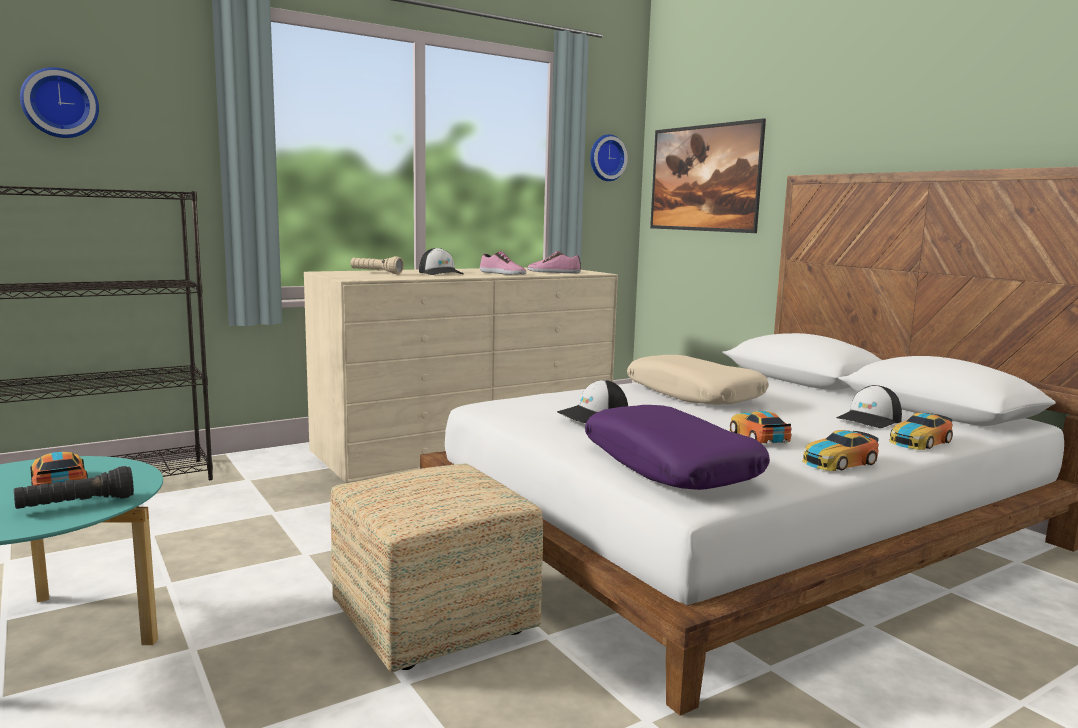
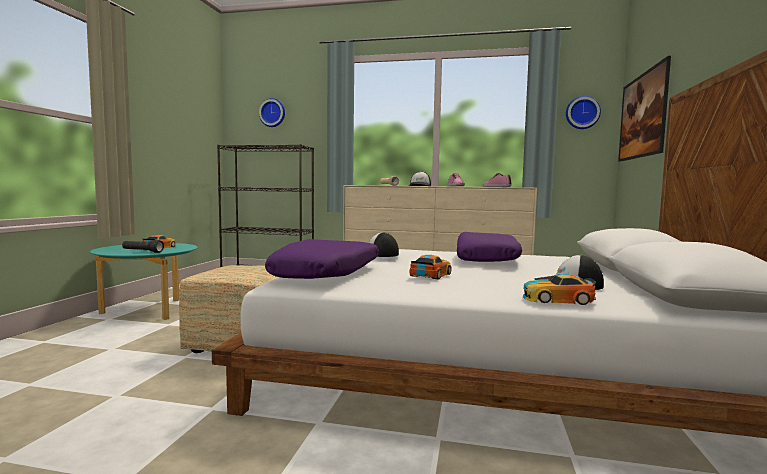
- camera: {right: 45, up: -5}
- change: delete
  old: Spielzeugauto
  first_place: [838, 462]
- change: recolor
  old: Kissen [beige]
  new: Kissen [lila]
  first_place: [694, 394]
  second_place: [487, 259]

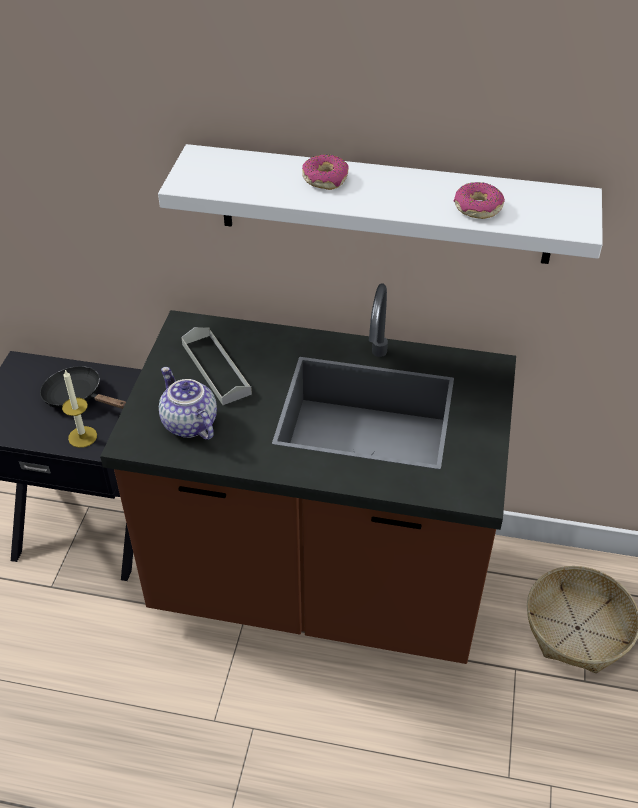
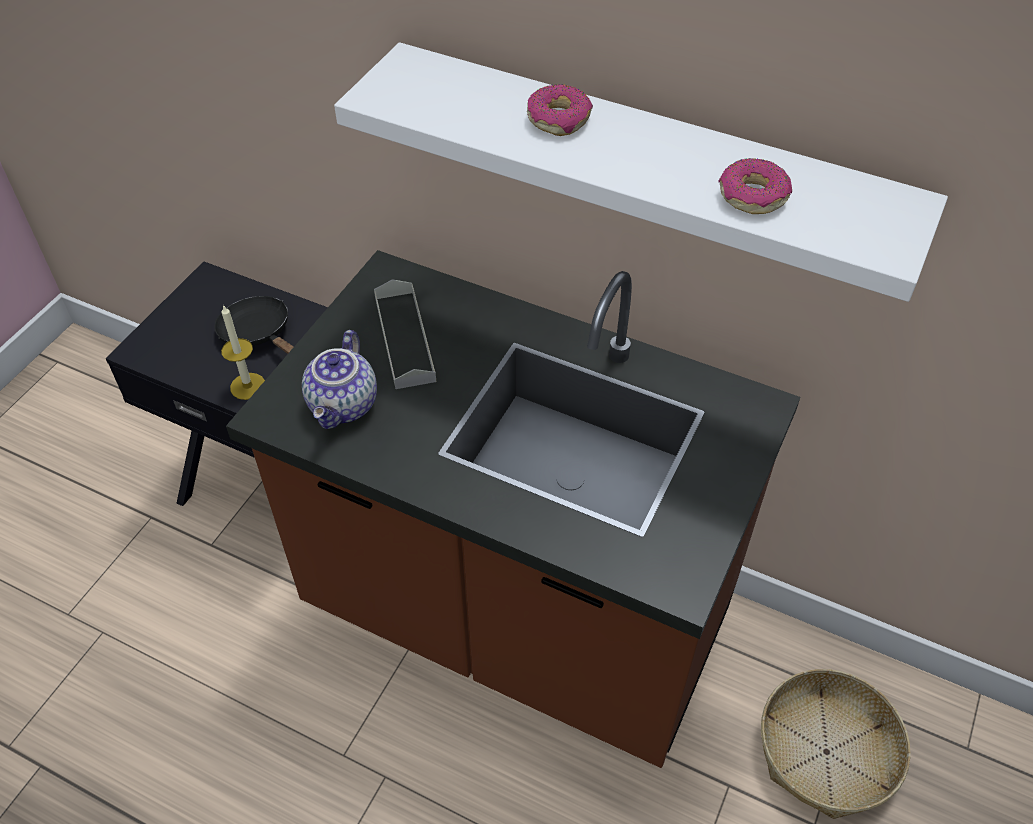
- camera: {right: 15, up: 5}
- change: rotate
  old: Teekanne
  first_place: [188, 424]
  second_place: [344, 406]
  degrees: -150

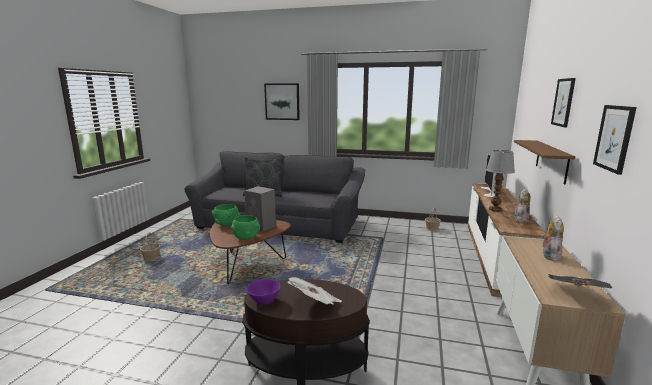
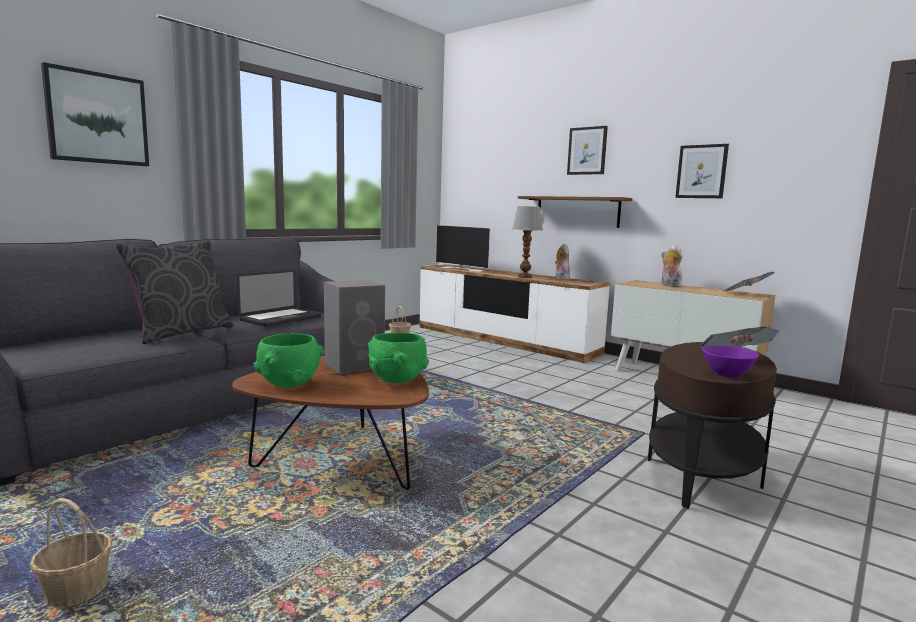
- camera: {right: -65, up: -5}
- change: insert
  new: Laptop
  second_place: [281, 318]

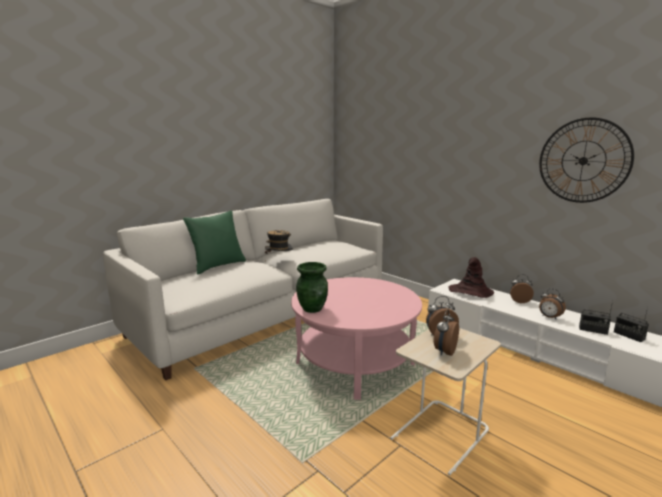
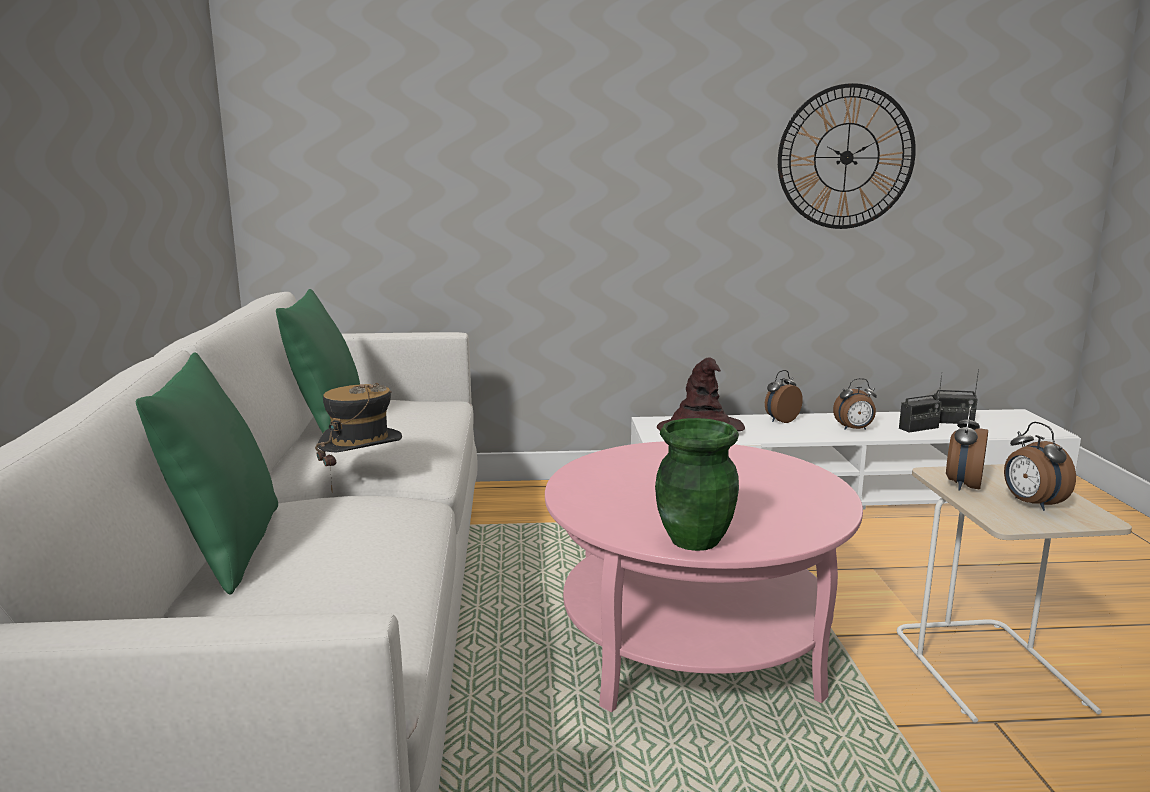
- camera: {right: -50, up: 0}
- change: insert
  new: Kissen [grün]
  second_place: [327, 421]

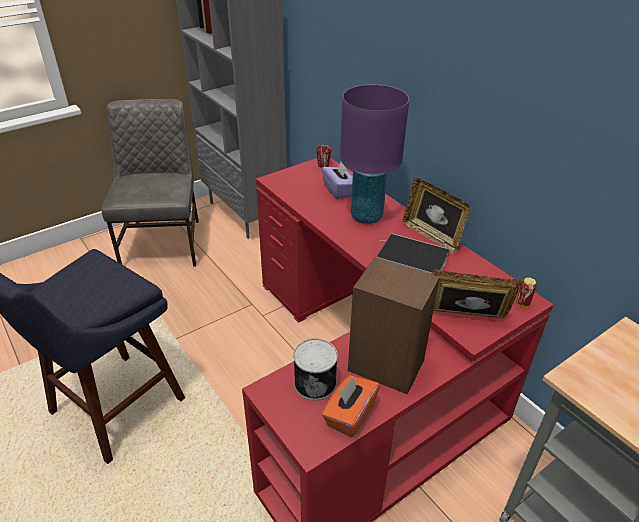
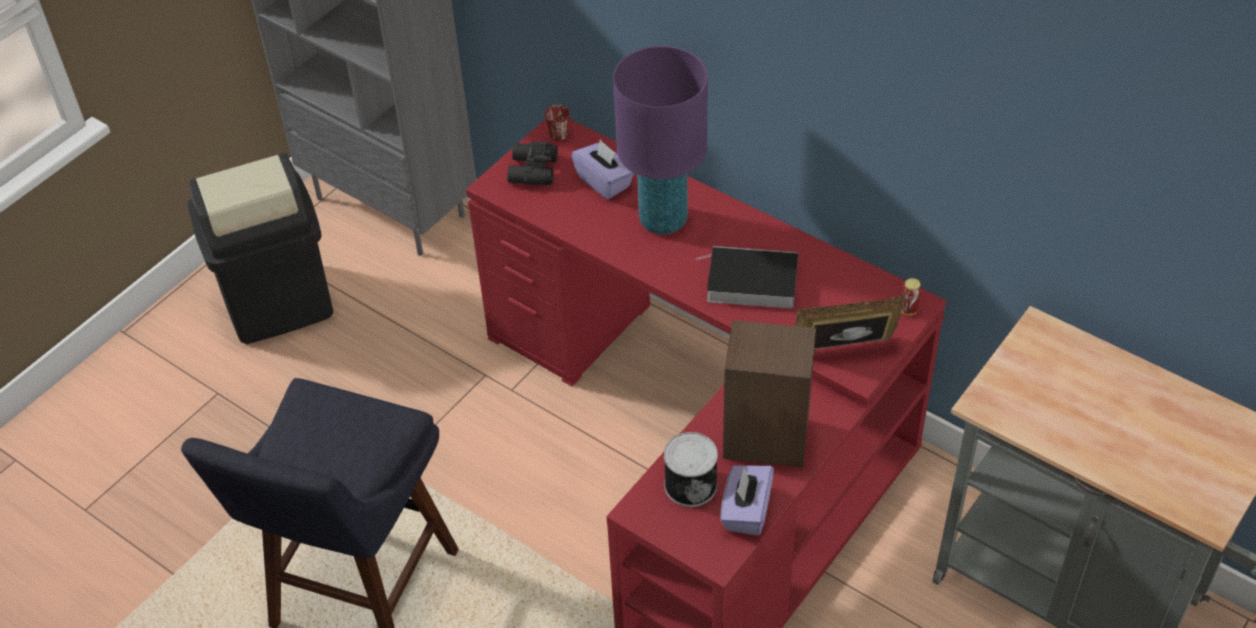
- camera: {right: -15, up: 10}
- change: delete
  old: Bilderrahmen
  first_place: [432, 236]
- change: insert
  new: Fernglas [schwarz]
  second_place: [531, 171]
- change: replace
  old: Stuhl [grau]
  new: Mülleimer [schwarz]
  first_place: [164, 242]
  second_place: [278, 301]
- change: recolor
  old: Taschentuchbox [orange]
  new: Taschentuchbox [lila]
  first_place: [349, 415]
  second_place: [746, 511]

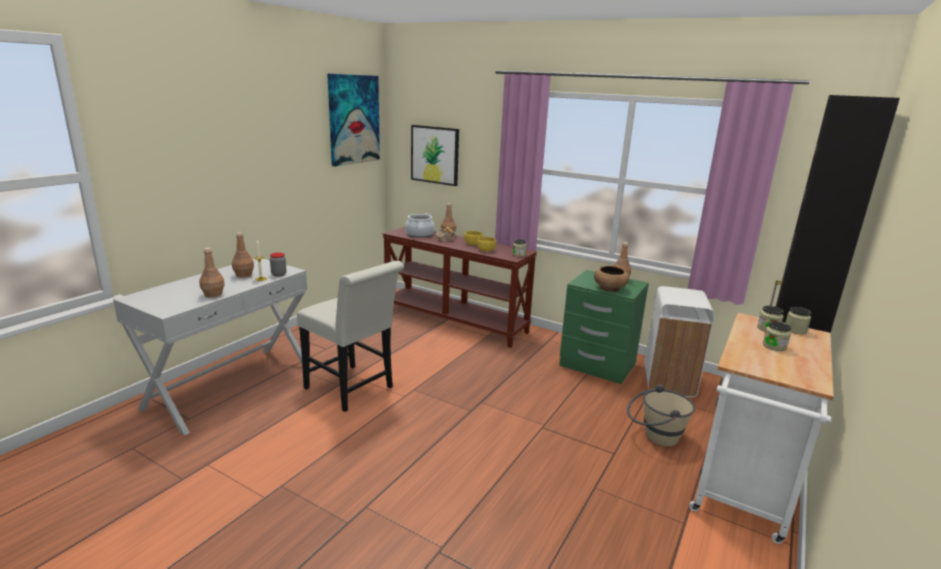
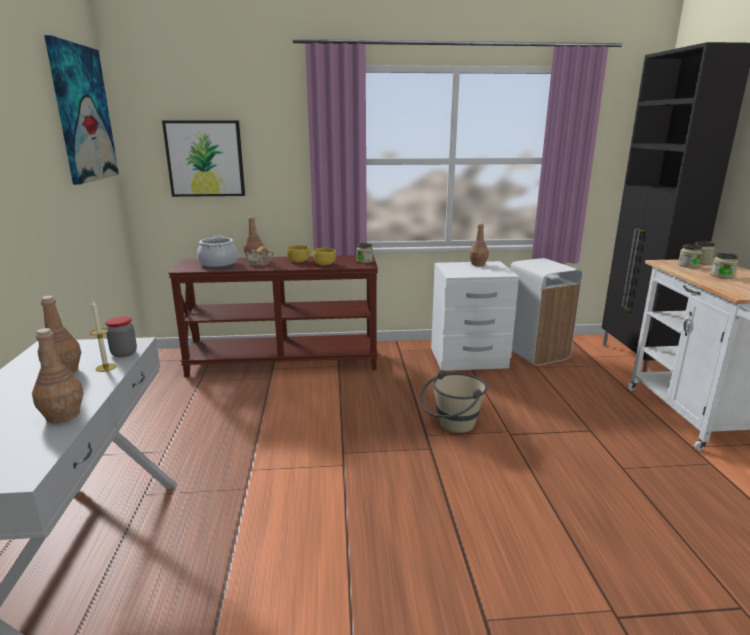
- camera: {right: -35, up: 0}
- change: delete
  old: Stuhl [weiß]
  first_place: [353, 390]
- change: delete
  old: Schüssel [braun]
  first_place: [610, 288]
- change: move
  old: Eimer [beige]
  first_place: [654, 436]
  second_place: [451, 426]
- change: recolor
  old: Nachttisch [grün]
  new: Nachttisch [weiß]
  first_place: [597, 365]
  second_place: [469, 359]

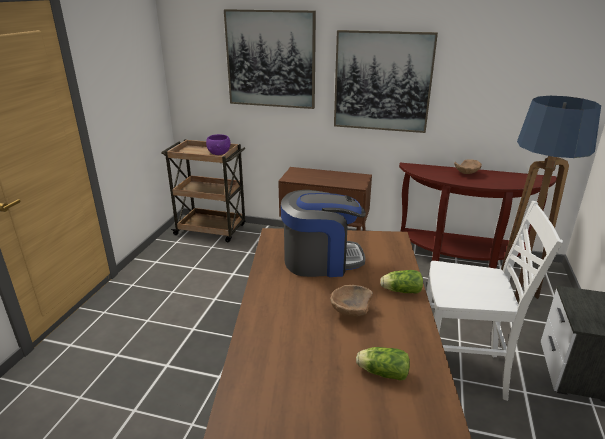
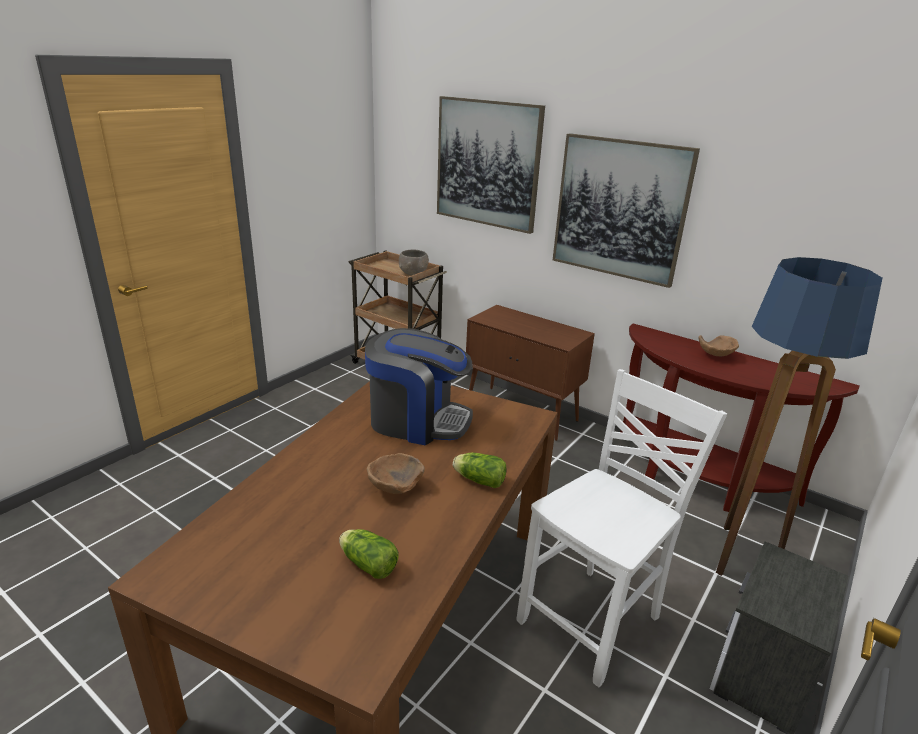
- camera: {right: 20, up: 0}
- change: recolor
  old: Schüssel [lila]
  new: Schüssel [grau]
  first_place: [219, 153]
  second_place: [413, 273]
- change: rotate
  old: Stuhl [weiß]
  first_place: [462, 371]
  second_place: [593, 620]
  degrees: -75

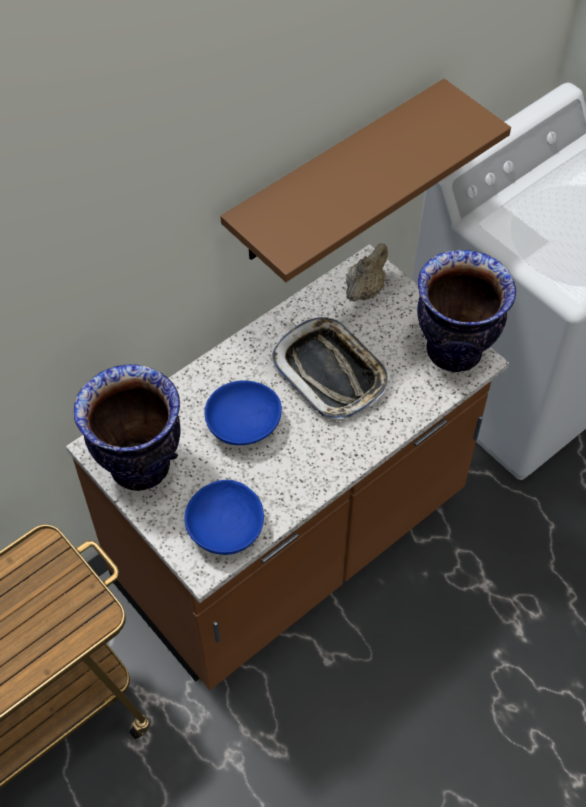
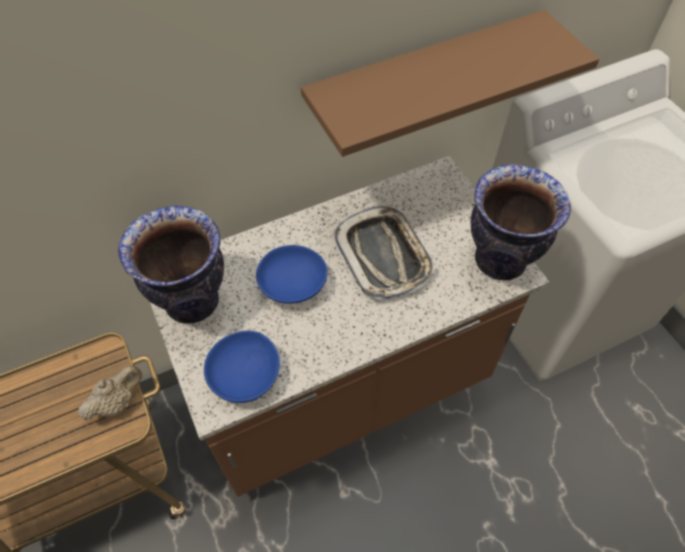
- camera: {right: 15, up: 0}
- change: move
  old: Teekanne [beige]
  first_place: [365, 289]
  second_place: [117, 402]

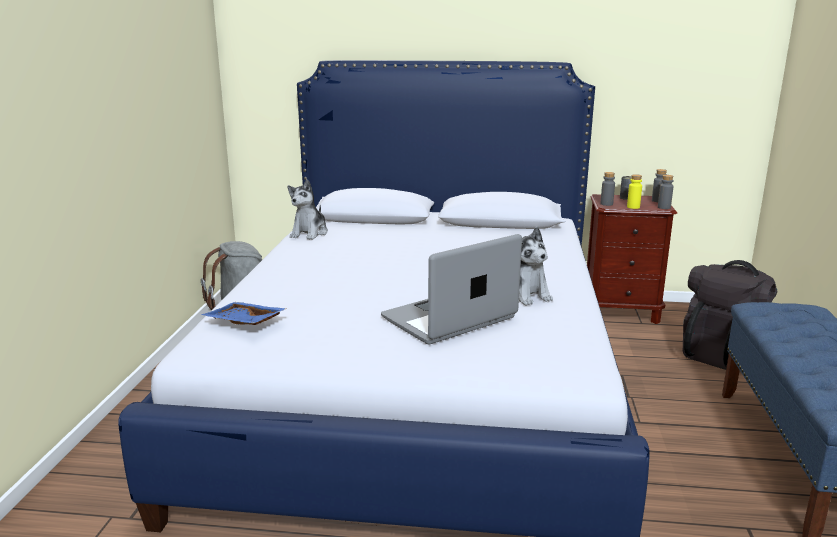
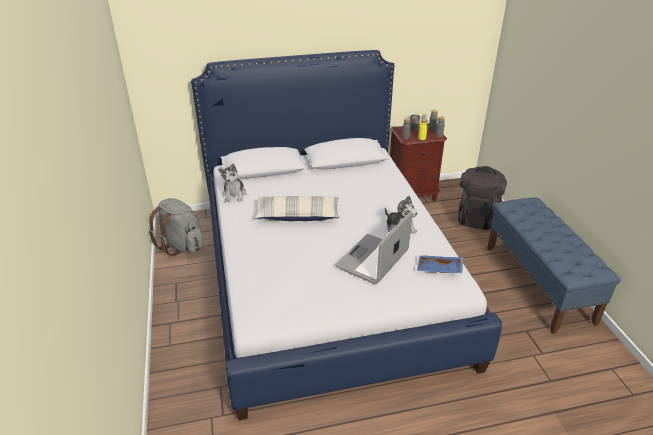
- camera: {right: -20, up: 15}
- change: insert
  new: Kissen
  second_place: [298, 215]
- change: move
  old: Tablett [blau]
  first_place: [243, 323]
  second_place: [439, 269]

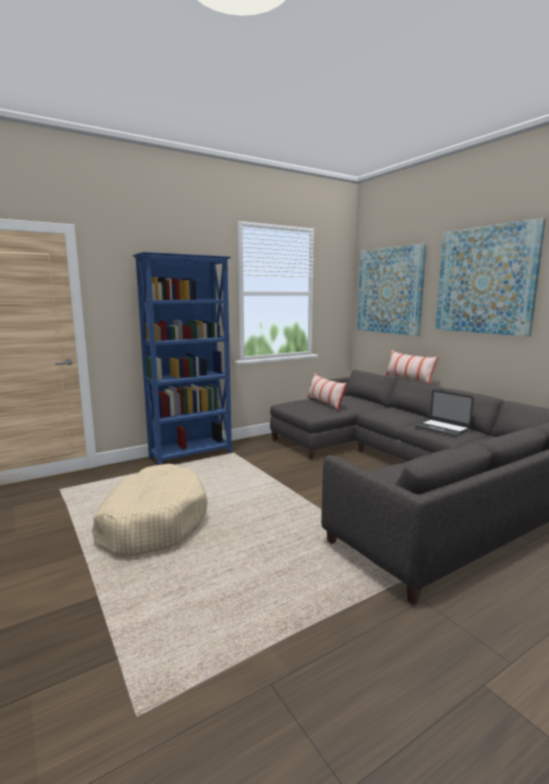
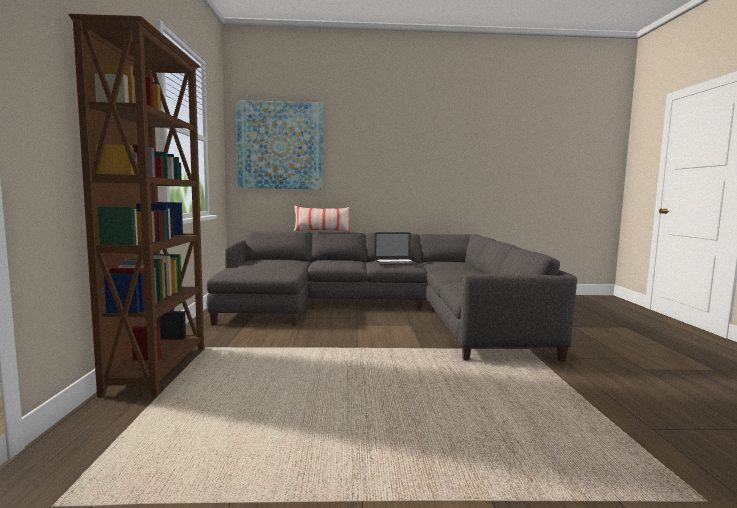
- camera: {right: -60, up: -5}
- change: delete
  old: Hundebett [beige]
  first_place: [152, 522]
- change: delete
  old: Kissen
  first_place: [325, 403]
- change: delete
  old: Bild
  first_place: [485, 280]
- change: recolor
  old: Bücherregal [blau]
  new: Bücherregal [braun]
  first_place: [192, 455]
  second_place: [160, 369]

